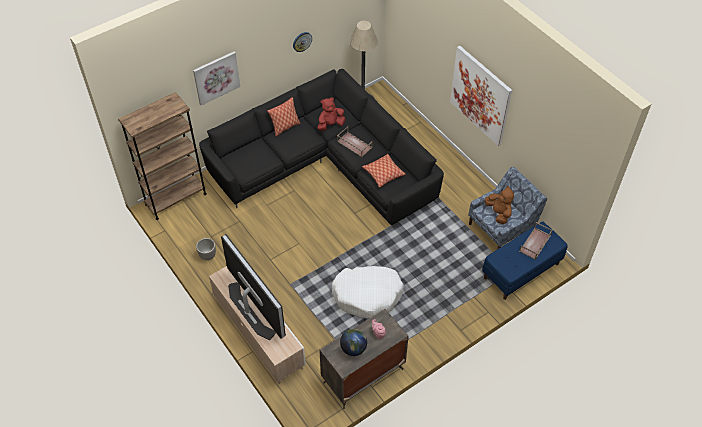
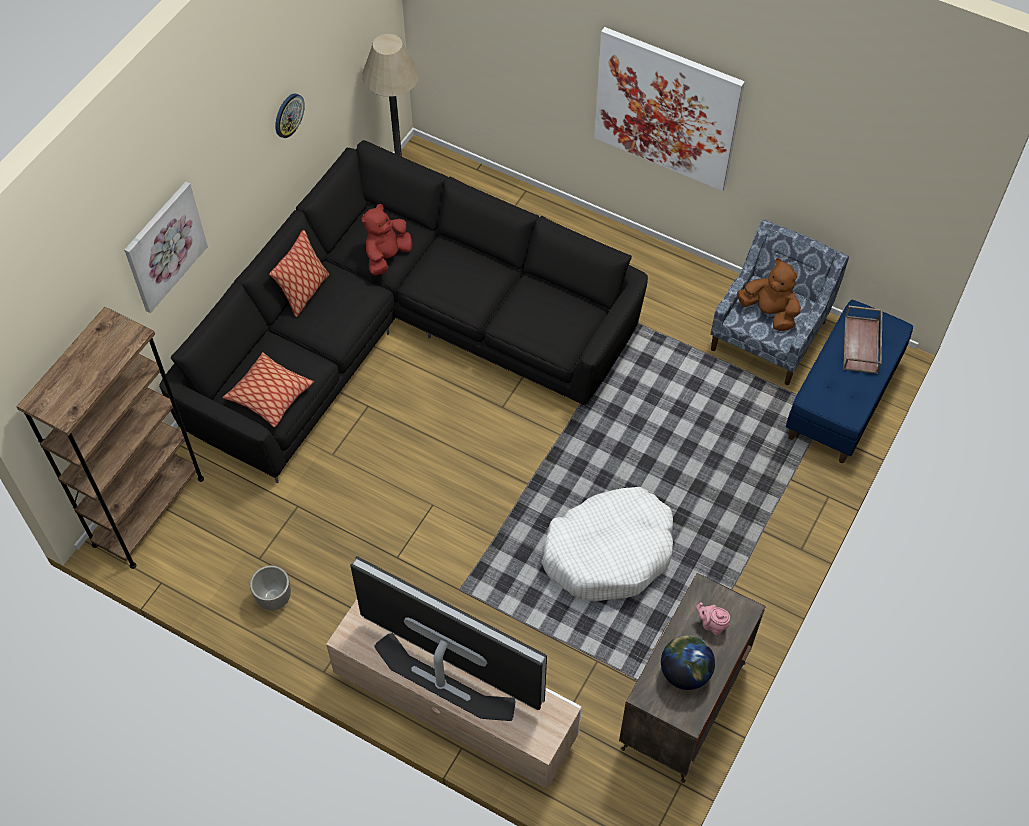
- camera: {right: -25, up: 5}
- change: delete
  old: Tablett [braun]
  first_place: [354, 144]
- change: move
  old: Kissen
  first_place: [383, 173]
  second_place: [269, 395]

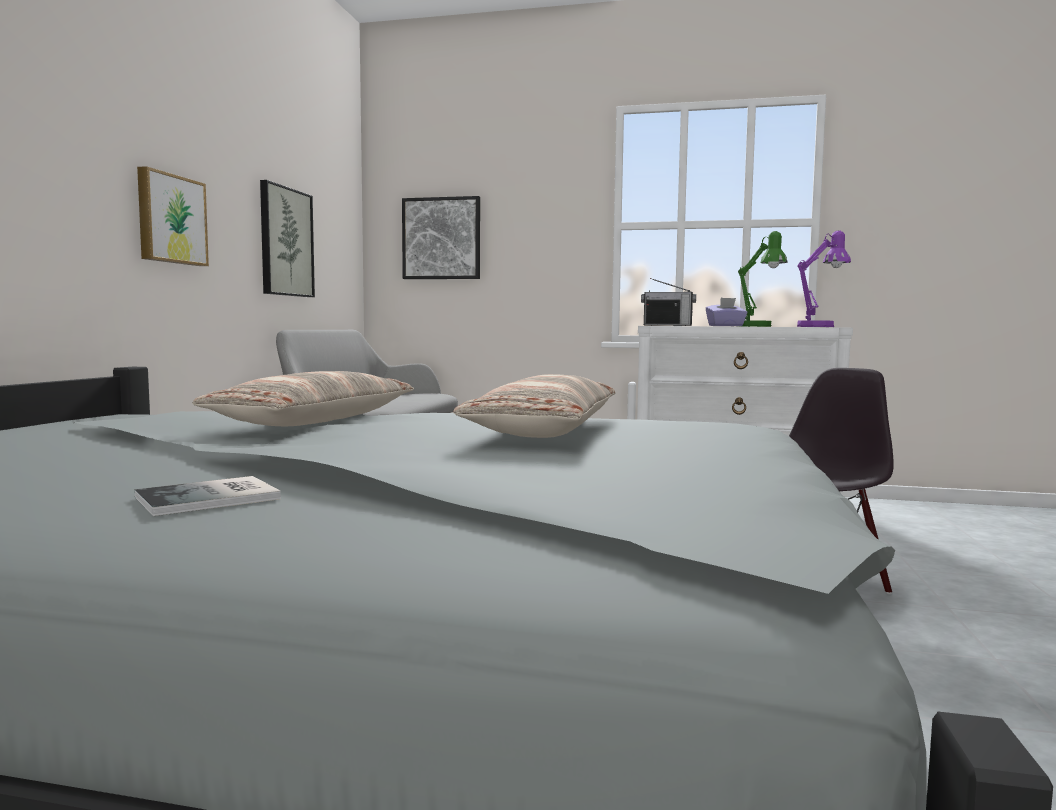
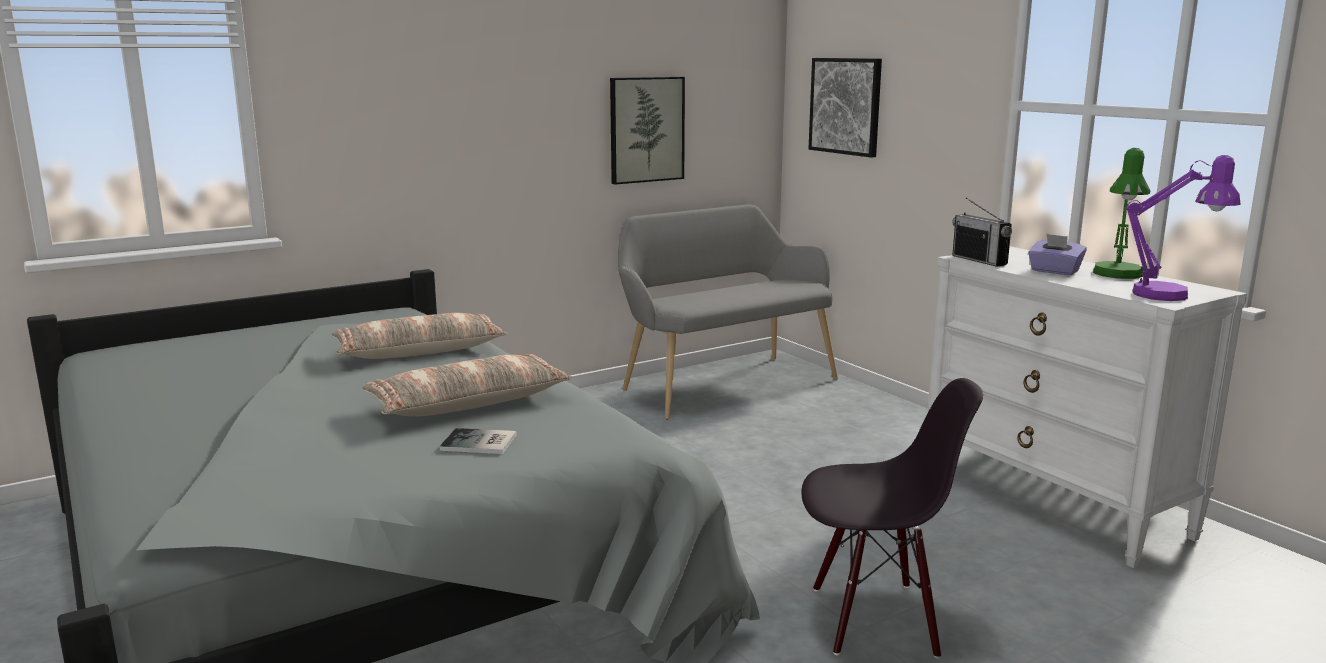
- camera: {right: 45, up: 10}
- change: delete
  old: Bild
  first_place: [170, 219]
- change: move
  old: Buch
  first_place: [212, 498]
  second_place: [480, 443]

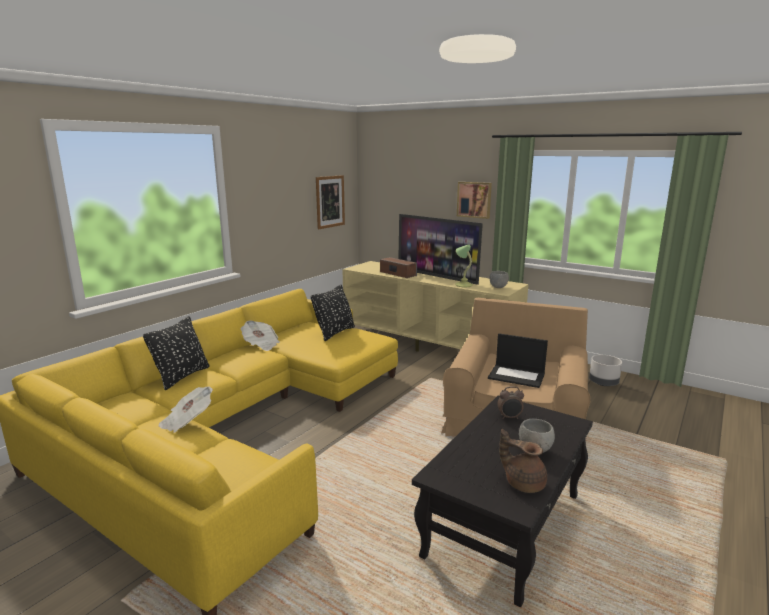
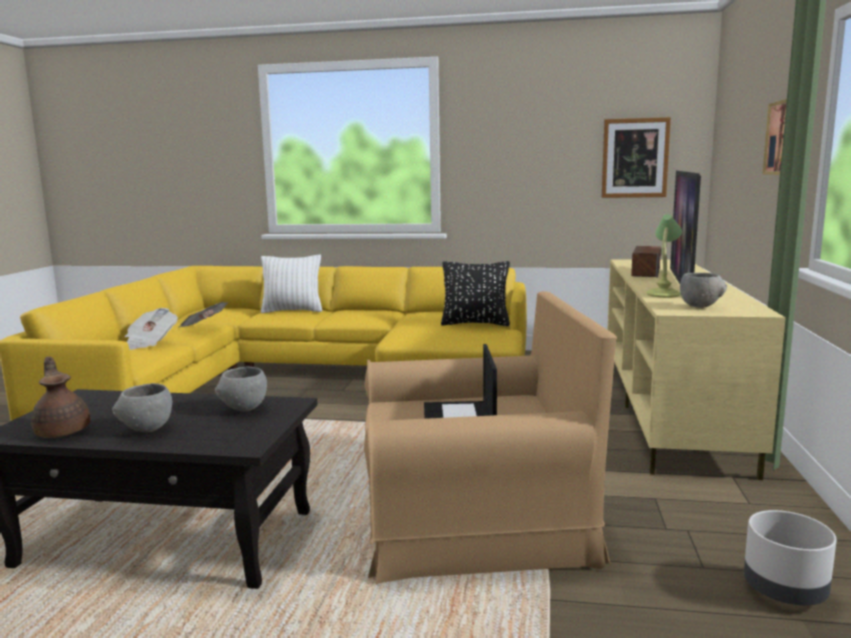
- camera: {right: 65, up: -5}
- change: move
  old: Zeitung
  first_place: [261, 345]
  second_place: [150, 343]
- change: replace
  old: Wecker
  new: Schüssel [grau]
  first_place: [509, 417]
  second_place: [243, 409]
- change: recolor
  old: Kissen [schwarz]
  new: Kissen [weiß]
  first_place: [182, 377]
  second_place: [292, 311]
- change: rotate
  old: Teekanne [braun]
  first_place: [523, 483]
  second_place: [63, 431]
  degrees: -45

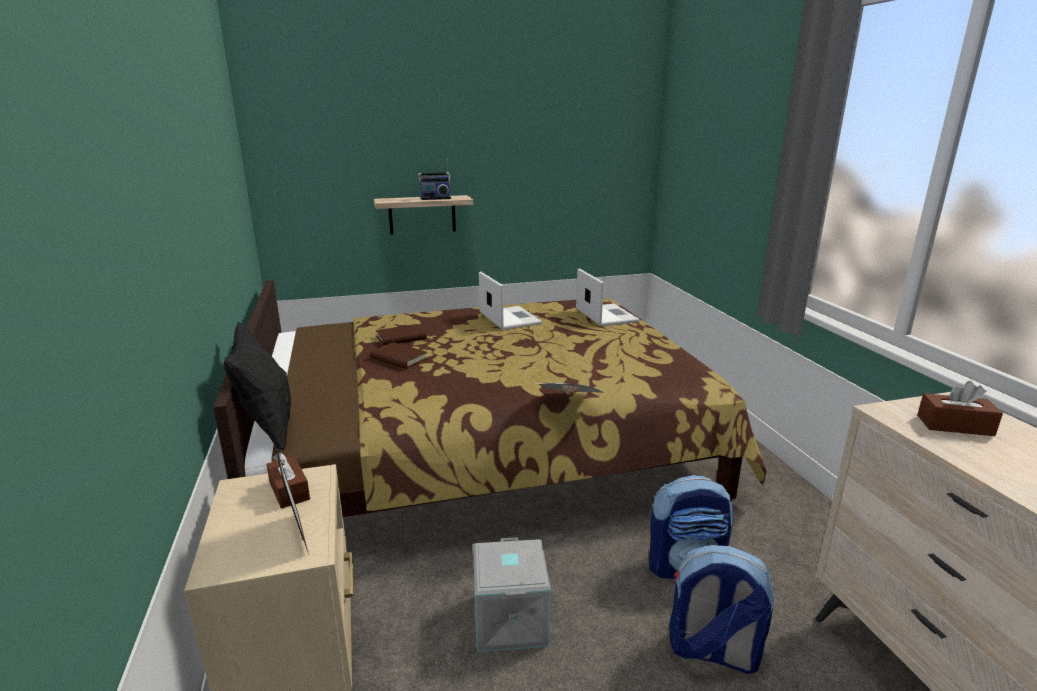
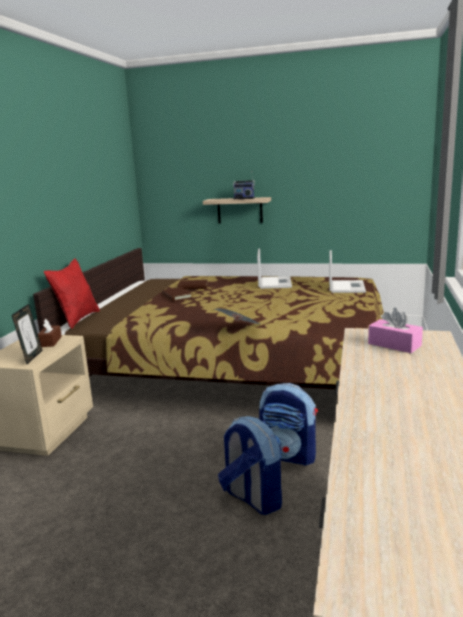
- camera: {right: 30, up: -5}
- change: delete
  old: Aufbewahrungsbox [grau]
  first_place: [508, 620]
- change: recolor
  old: Kissen [schwarz]
  new: Kissen [rot]
  first_place: [268, 428]
  second_place: [77, 319]
- change: recolor
  old: Taschentuchbox [braun]
  new: Taschentuchbox [rosa]
  first_place: [955, 425]
  second_place: [394, 345]

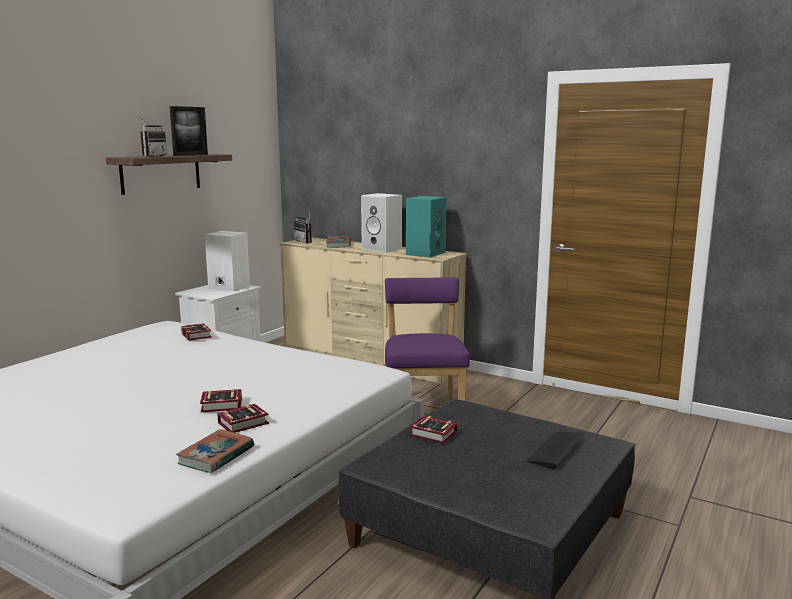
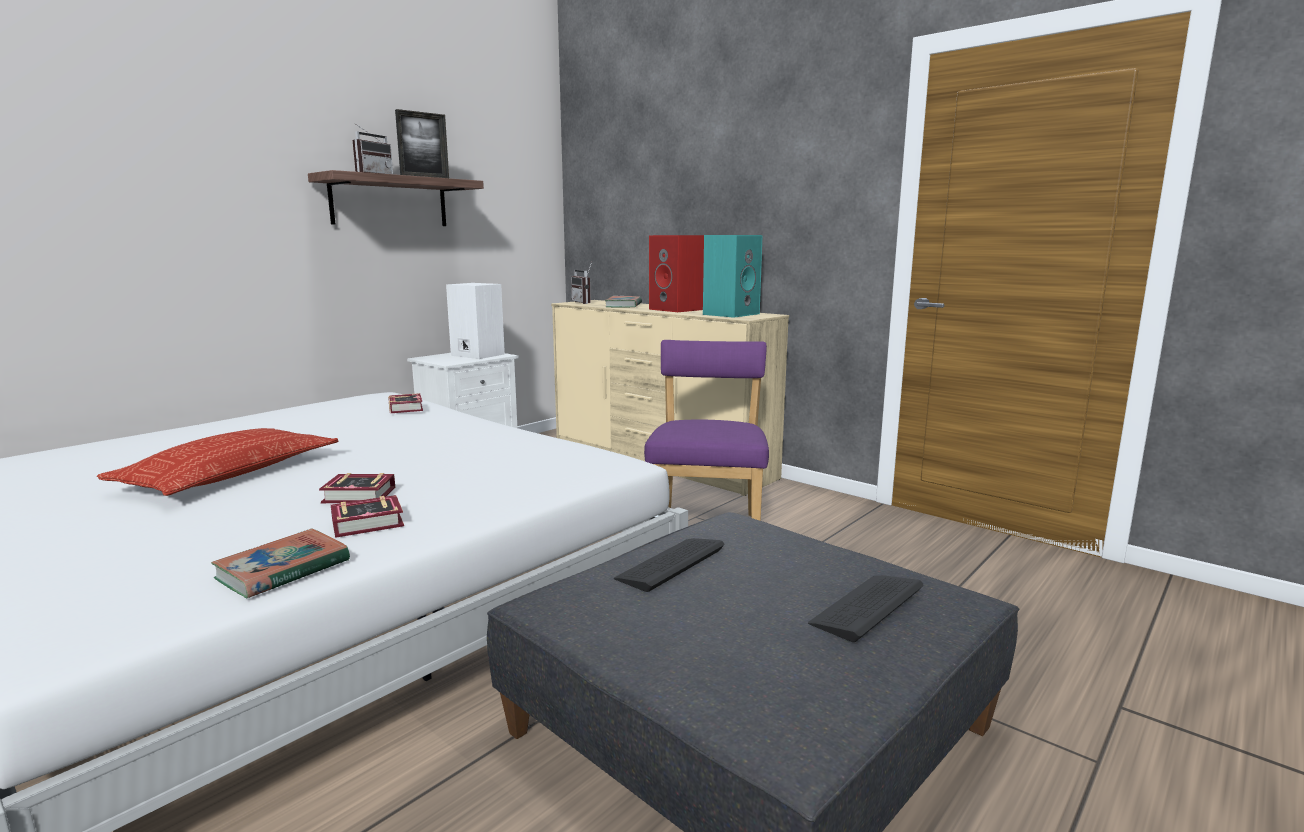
- camera: {right: 10, up: 0}
- change: insert
  new: Kissen
  second_place: [230, 473]
- change: replace
  old: Buch
  new: Tastatur
  first_place: [434, 435]
  second_place: [670, 564]
- change: recolor
  old: Lautsprecher [weiß]
  new: Lautsprecher [rot]
  first_place: [383, 249]
  second_place: [677, 309]

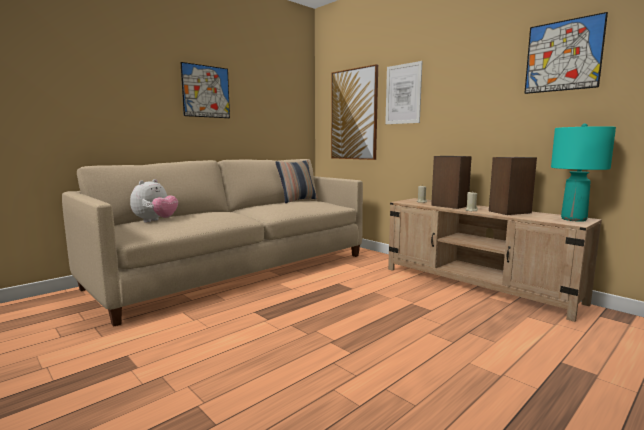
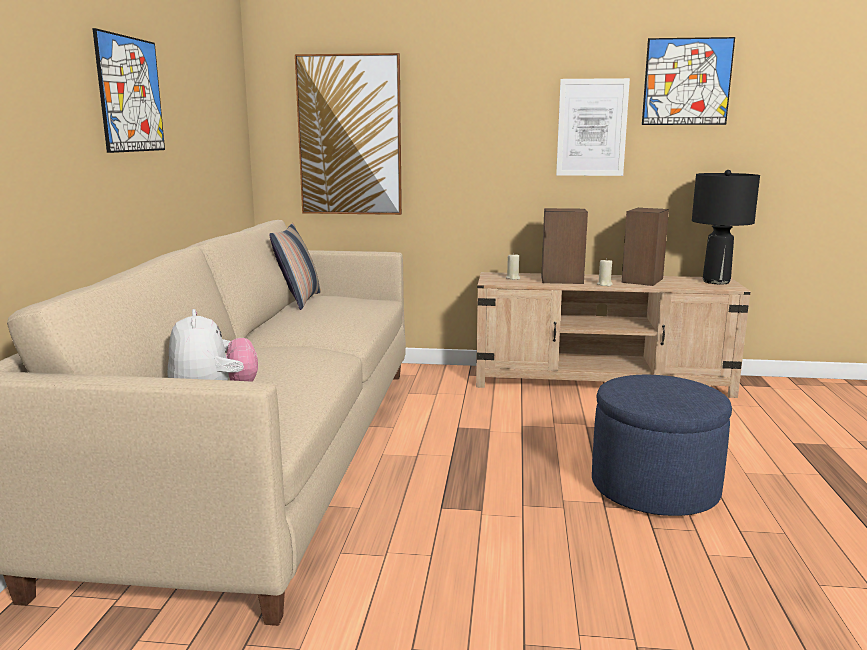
- camera: {right: -40, up: 5}
- change: insert
  new: Polsterhocker [blau]
  second_place: [654, 488]
- change: move
  old: Bild
  first_place: [403, 94]
  second_place: [592, 127]
- change: recolor
  old: Tischlampe [türkis]
  new: Tischlampe [schwarz]
  first_place: [573, 219]
  second_place: [715, 282]

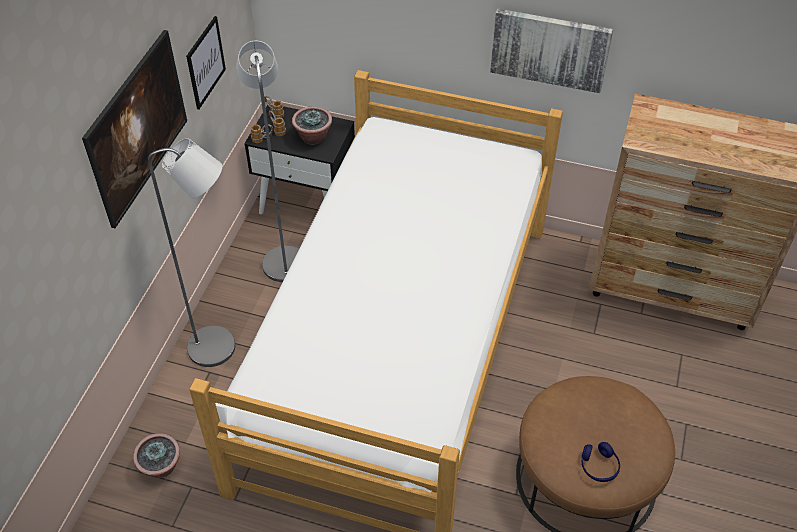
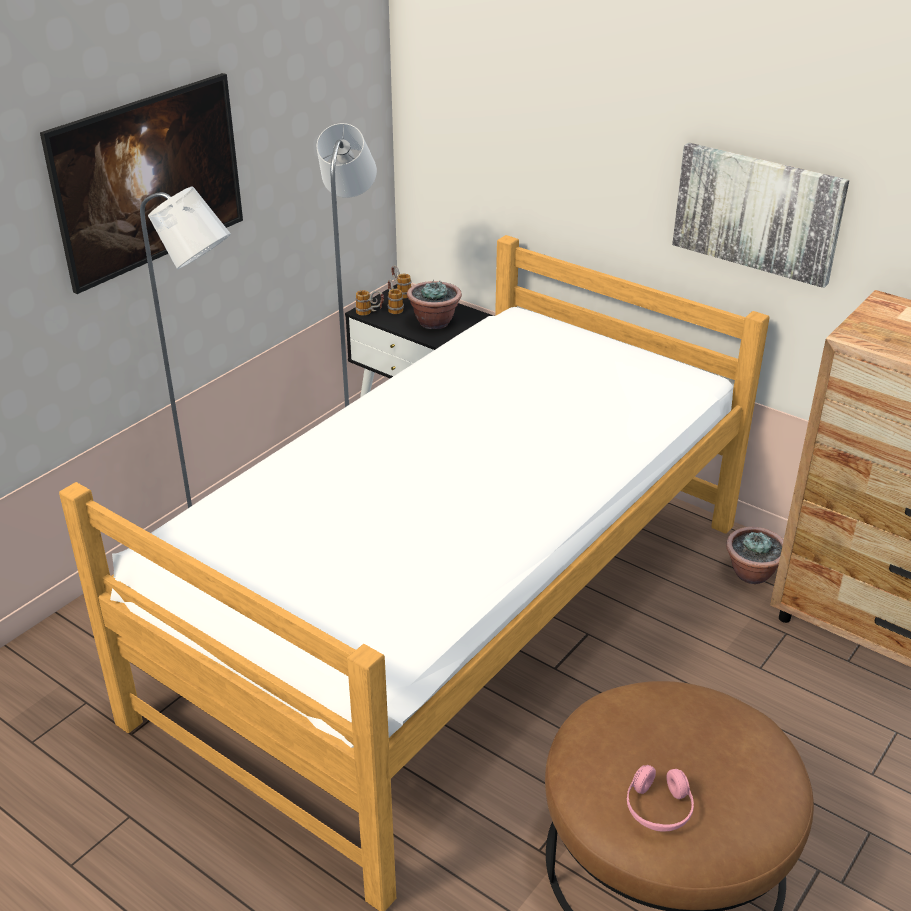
- camera: {right: 20, up: -15}
- change: delete
  old: Bild
  first_place: [205, 62]
- change: move
  old: Topfpflanze
  first_place: [161, 467]
  second_place: [752, 574]
- change: recolor
  old: Kopfhörer [blau]
  new: Kopfhörer [rosa]
  first_place: [599, 466]
  second_place: [658, 808]

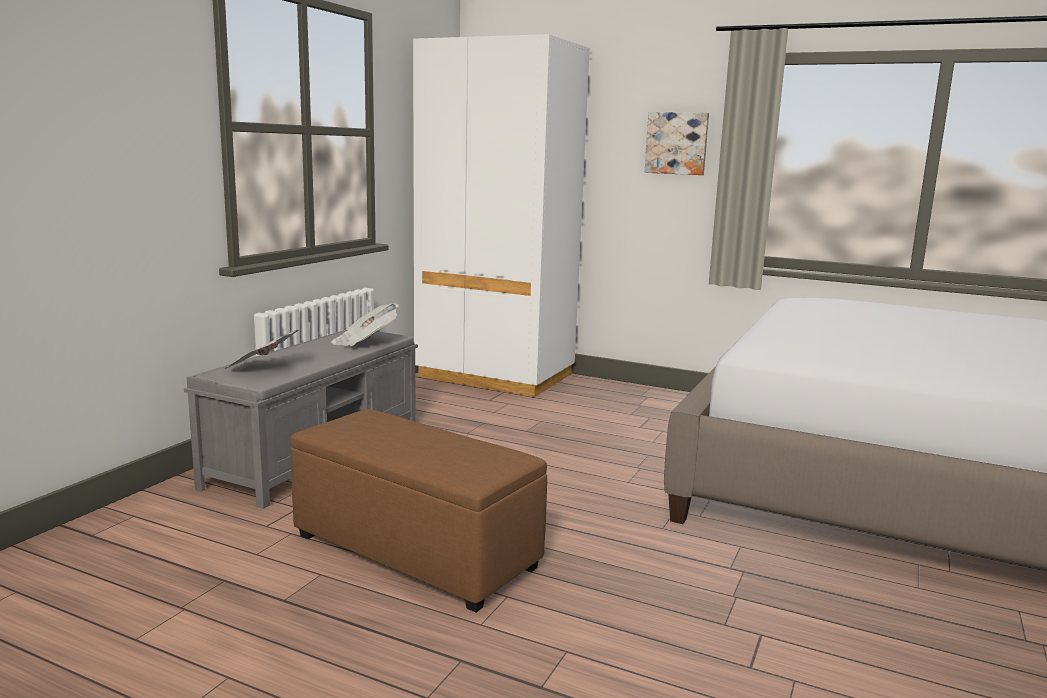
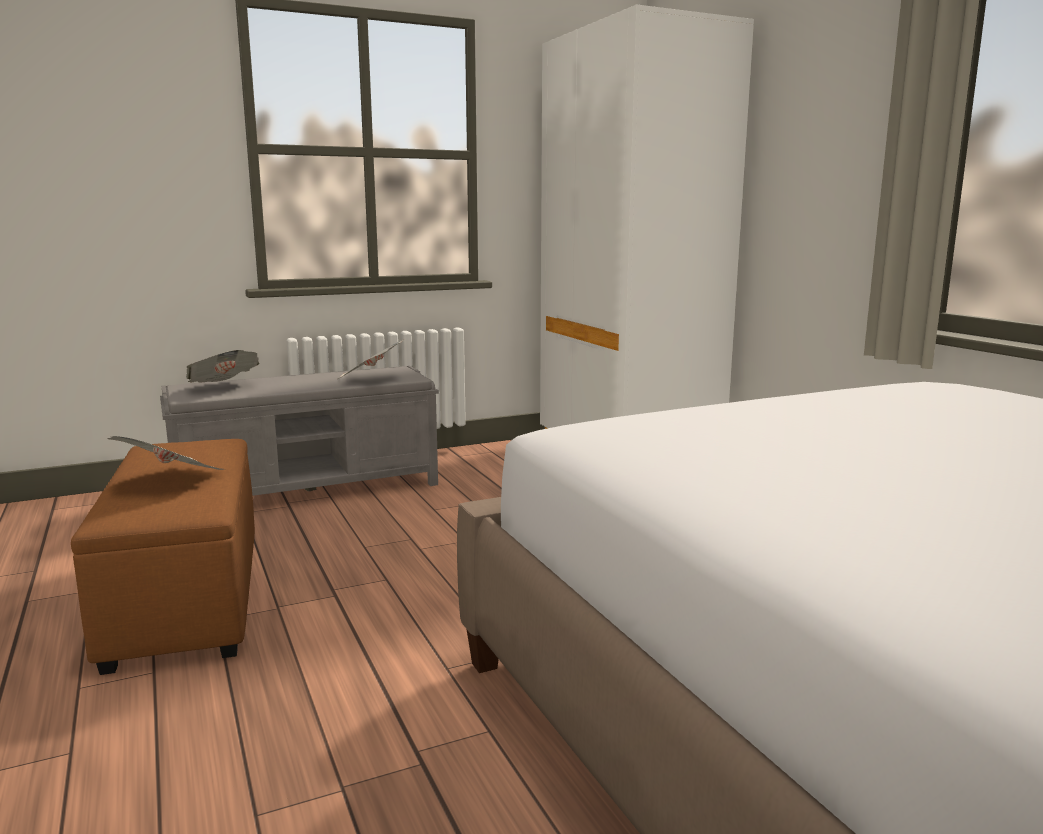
- camera: {right: 40, up: 0}
- change: delete
  old: Bild
  first_place: [677, 143]
- change: insert
  new: Zeitung
  second_place: [172, 481]

